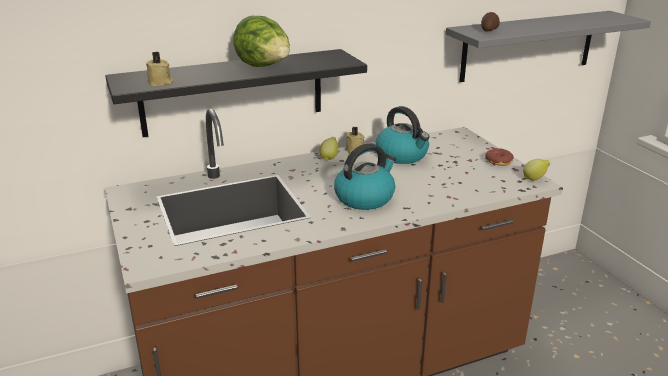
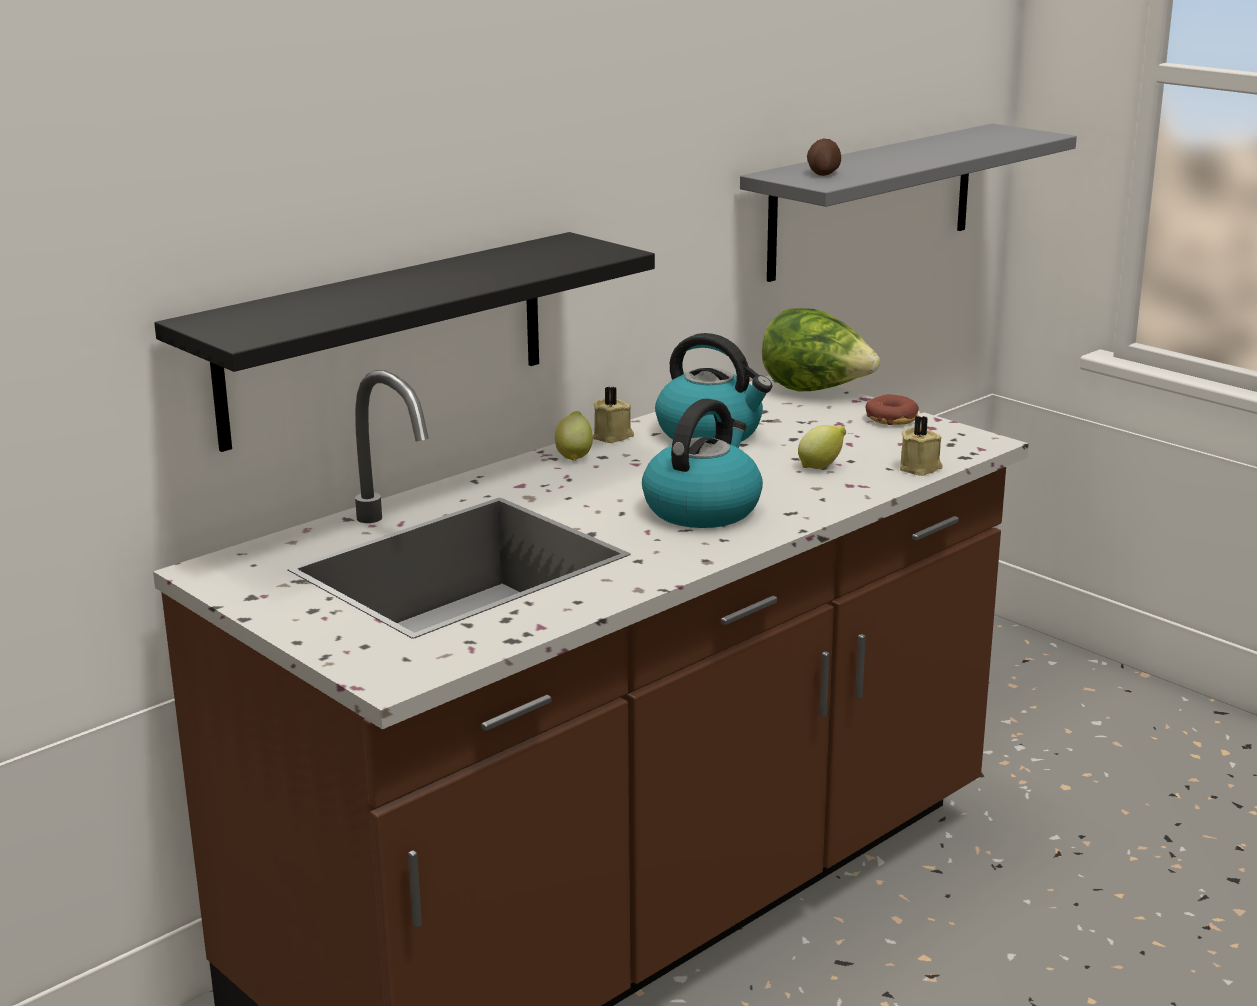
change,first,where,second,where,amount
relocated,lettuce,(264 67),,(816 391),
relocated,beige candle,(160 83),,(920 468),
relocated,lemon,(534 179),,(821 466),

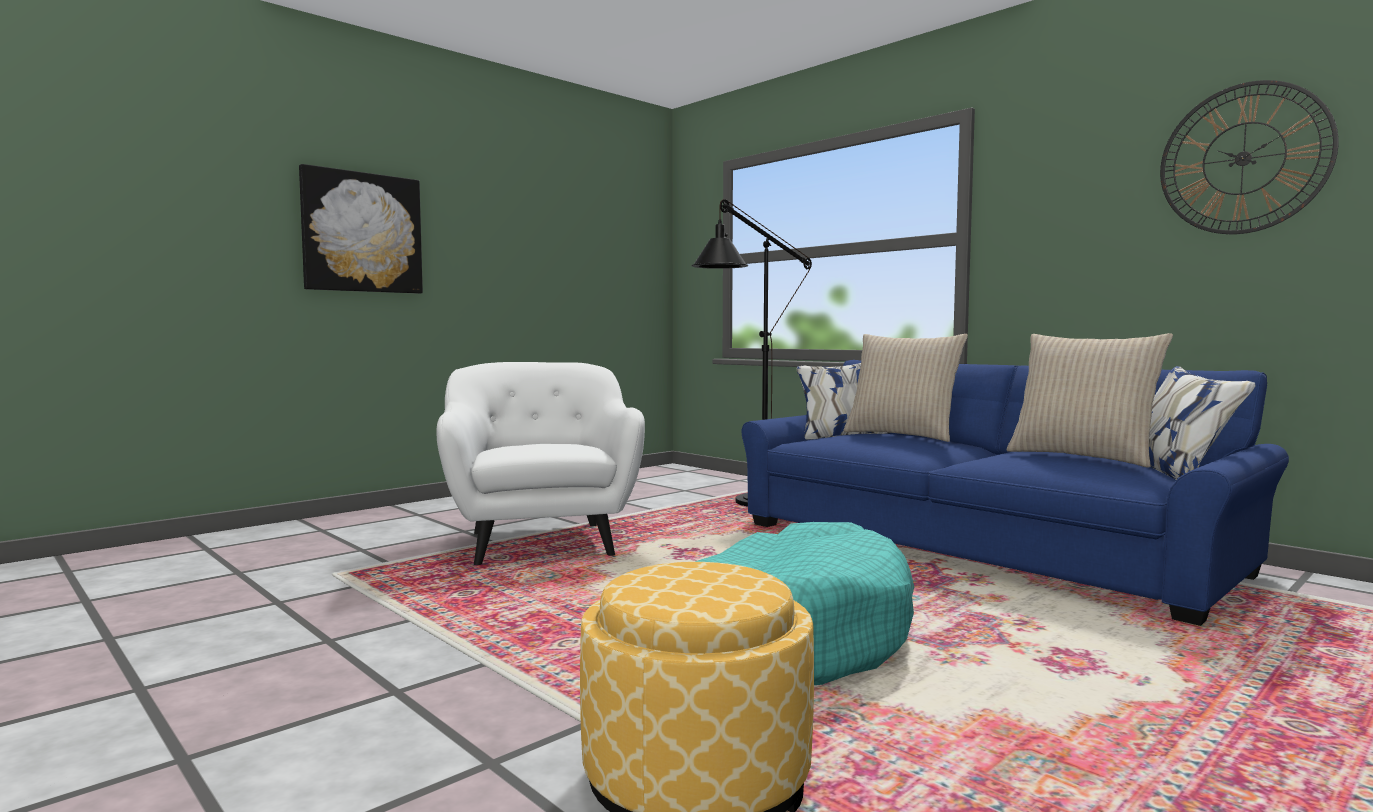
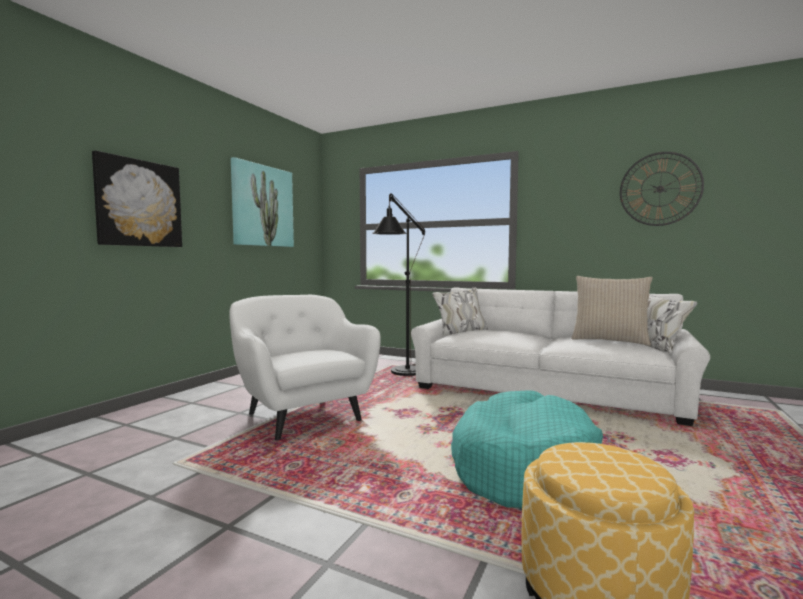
change,first,where,second,where,amount
missing,beige pillow,(902 435),,,
colour,blue sofa,(977 548),white sofa,(546 391),
appeared,,,picture,(262 206),

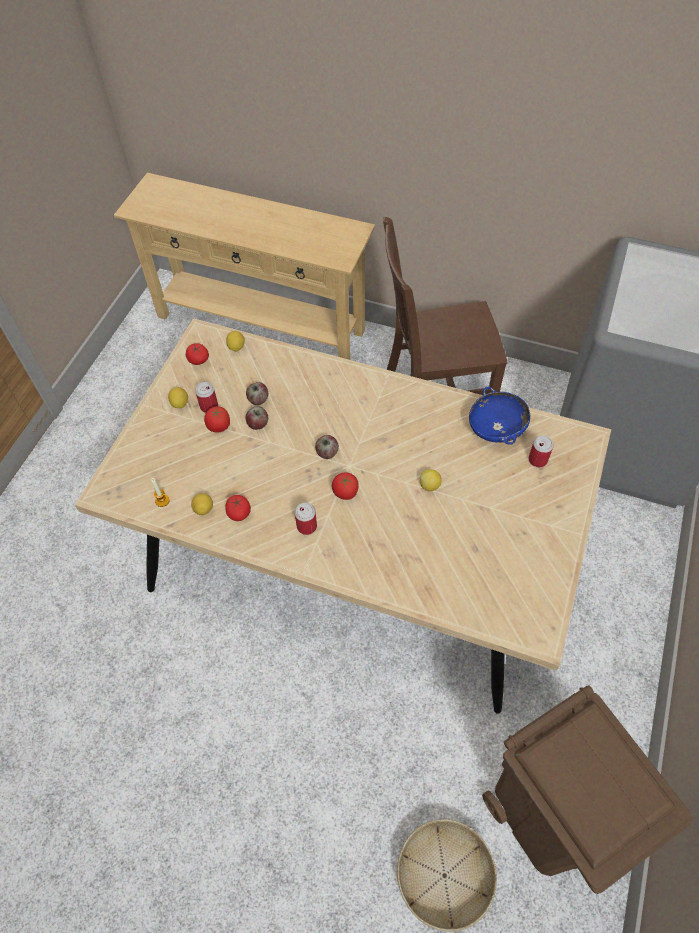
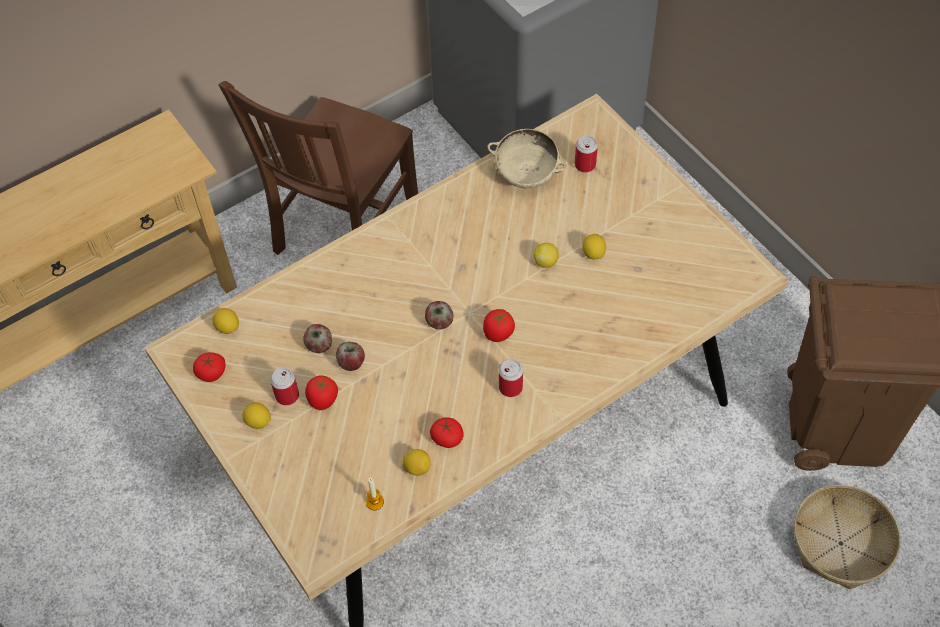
change,first,where,second,where,amount
colour,blue bowl,(496 429),beige bowl,(526 173),
appeared,,,lemon,(593 253),

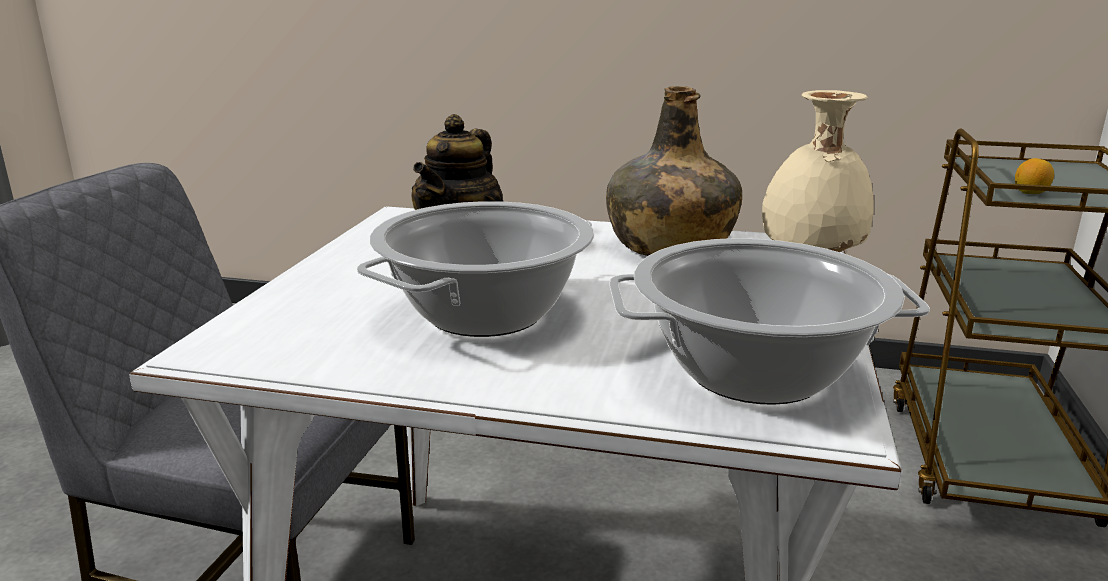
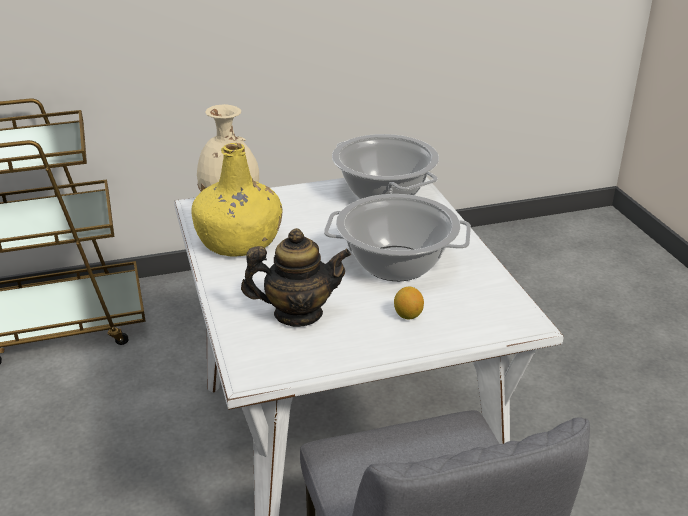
change,first,where,second,where,amount
colour,green bottle,(669 246),yellow bottle,(239 241),
relocated,lemon,(1030 193),,(407 315),

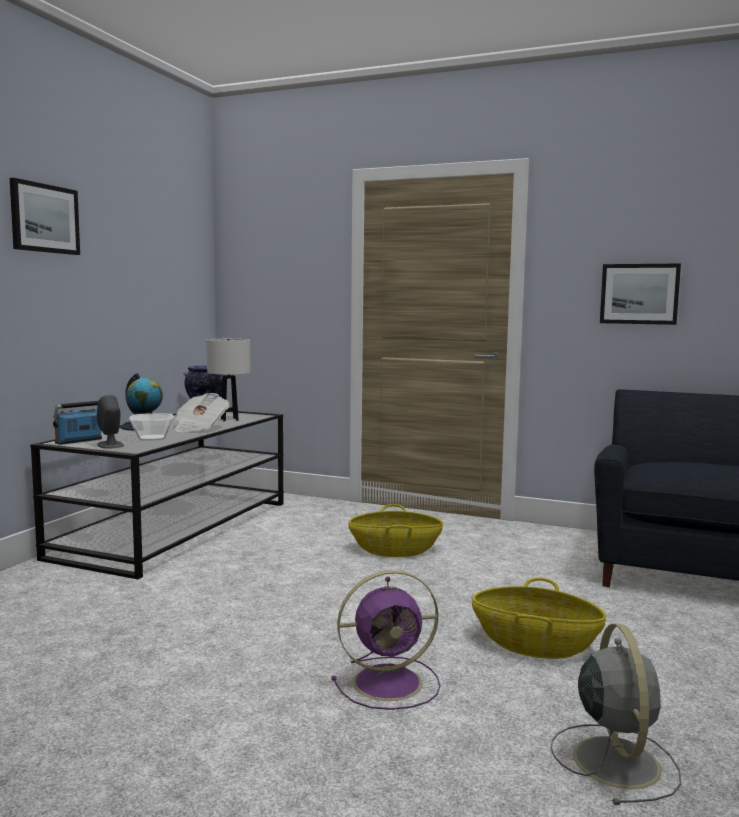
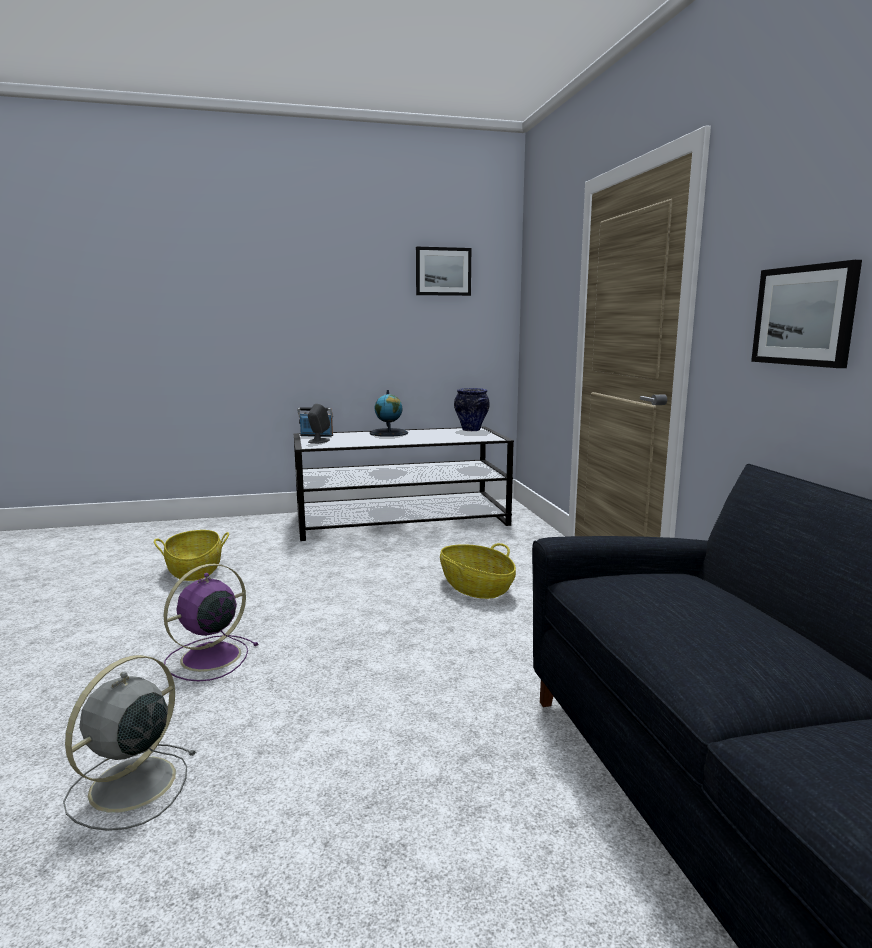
change,first,where,second,where,amount
relocated,picture,(44 218),,(443 271),
missing,white table lamp,(229 419),,,
missing,newspaper,(199 428),,,
missing,bowl,(151 438),,,
spun,purple fan,(390 682),,(208 658),90 degrees clockwise
relocated,basket,(535 644),,(195 570),
spun,grey fan,(614 759),,(129 786),150 degrees clockwise

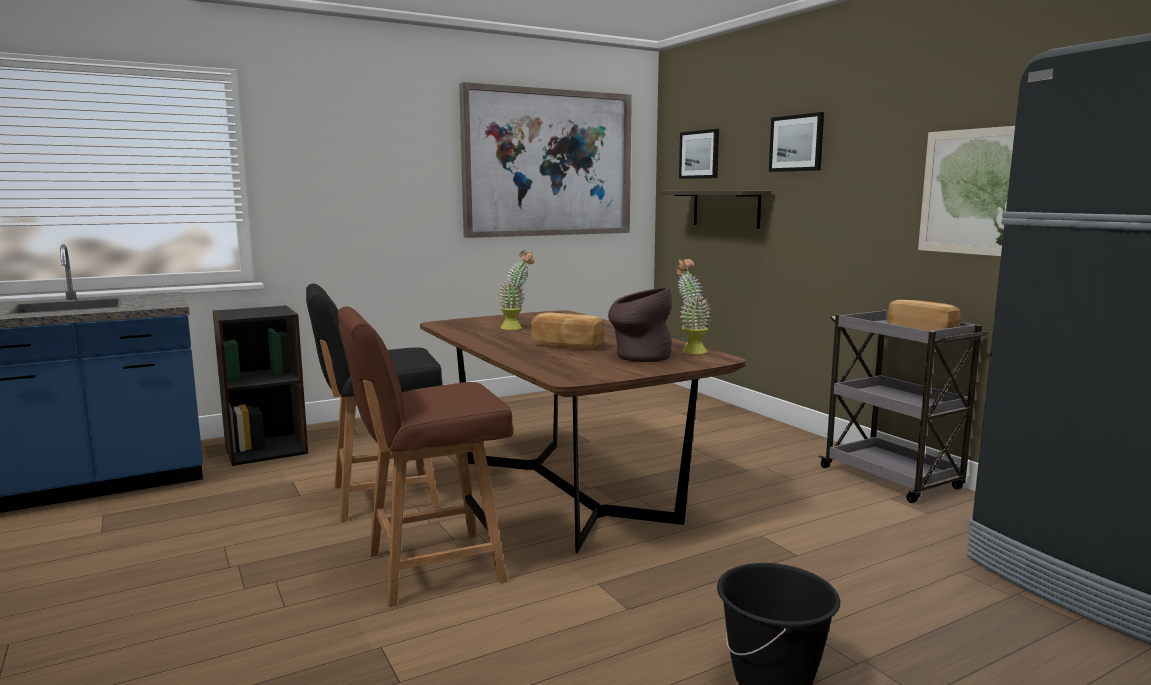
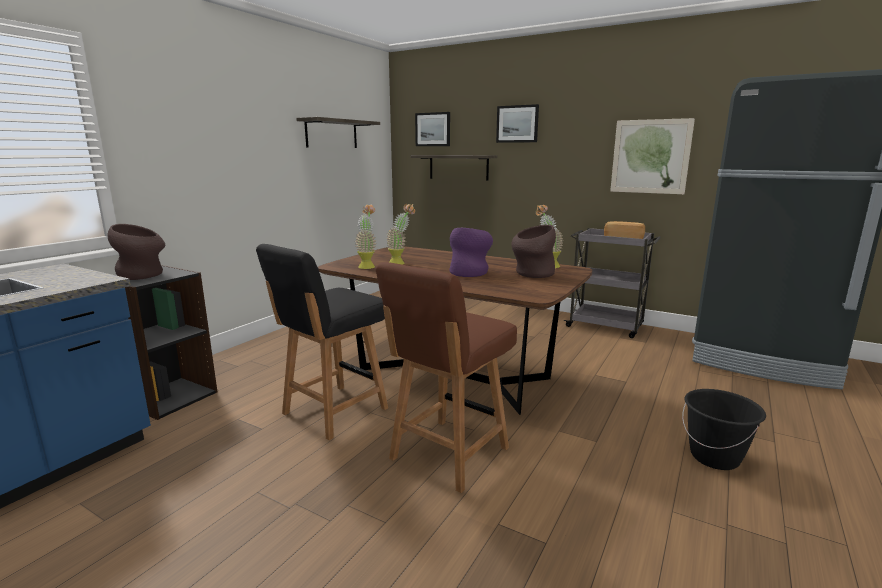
change,first,where,second,where,amount
exchanged,picture,(548 163),shelf,(331 134),
exchanged,bread,(566 346),purple vase,(469 272),
appeared,,,potted plant,(367 266),
appeared,,,brown vase,(143 276),

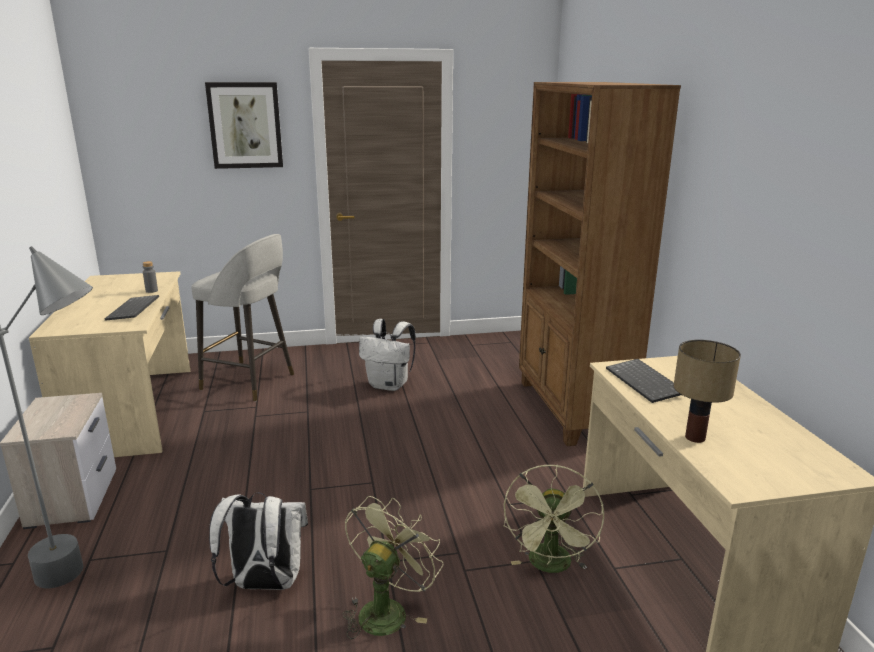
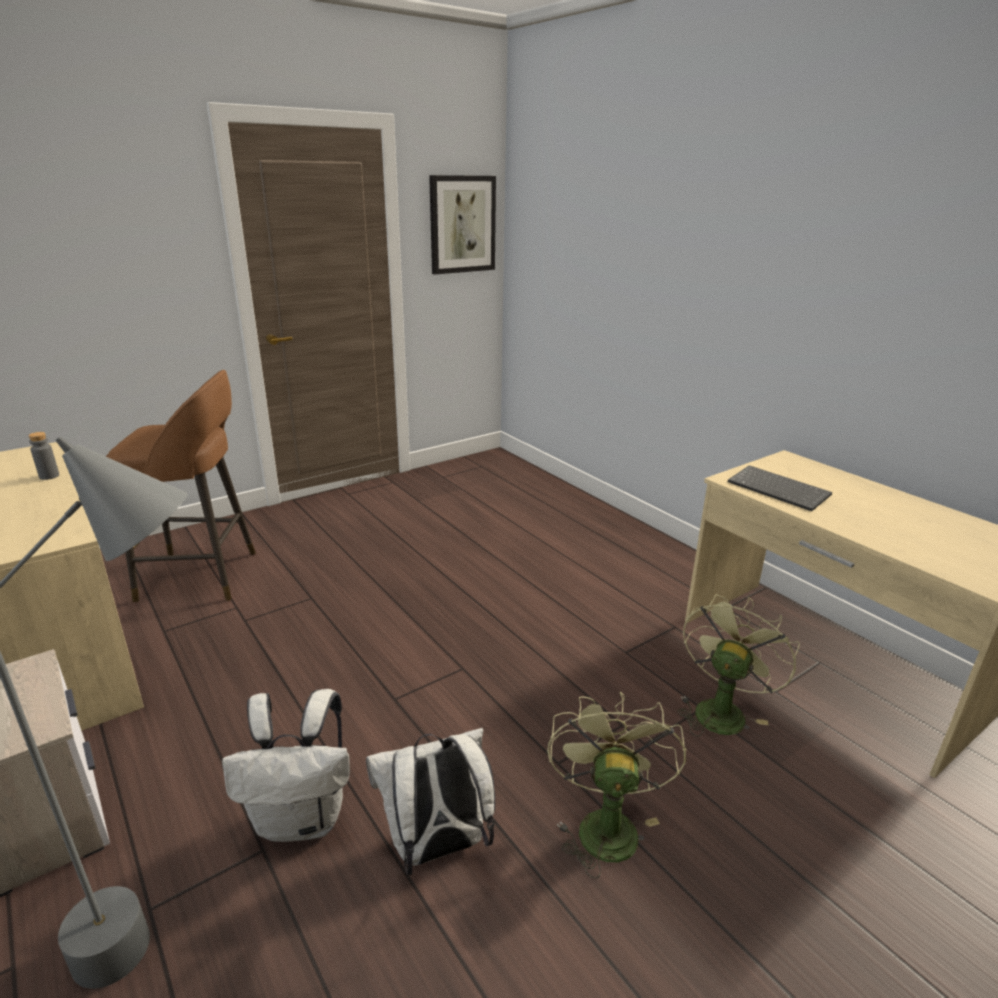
change,first,where,second,where,amount
relocated,picture,(245 125),,(462 224),
missing,brown bookcase,(572 409),,,
colour,grey stool,(250 382),brown stool,(202 576),
missing,keyboard,(134 309),,,
relocated,white backpack,(389 385),,(303 818),
missing,table lamp,(694 438),,,
spun,green fan,(551 566),,(721 709),135 degrees counterclockwise

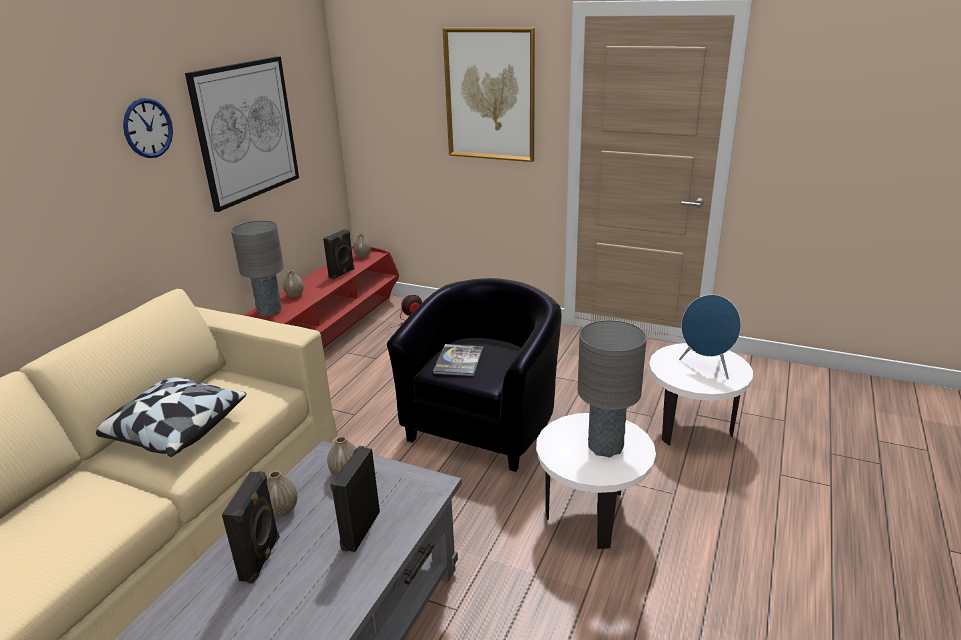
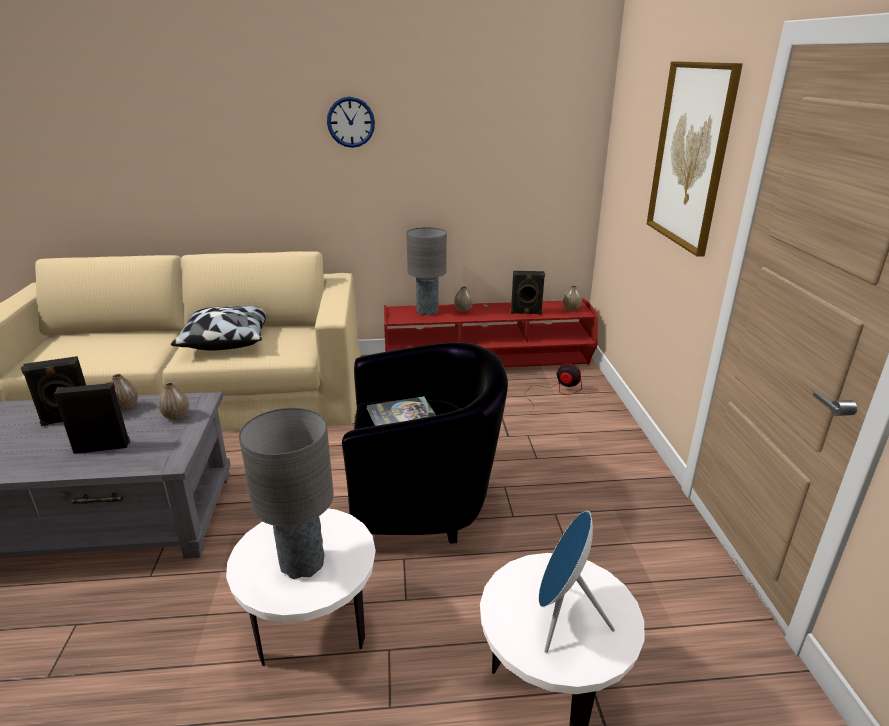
change,first,where,second,where,amount
missing,picture,(246 131),,,

